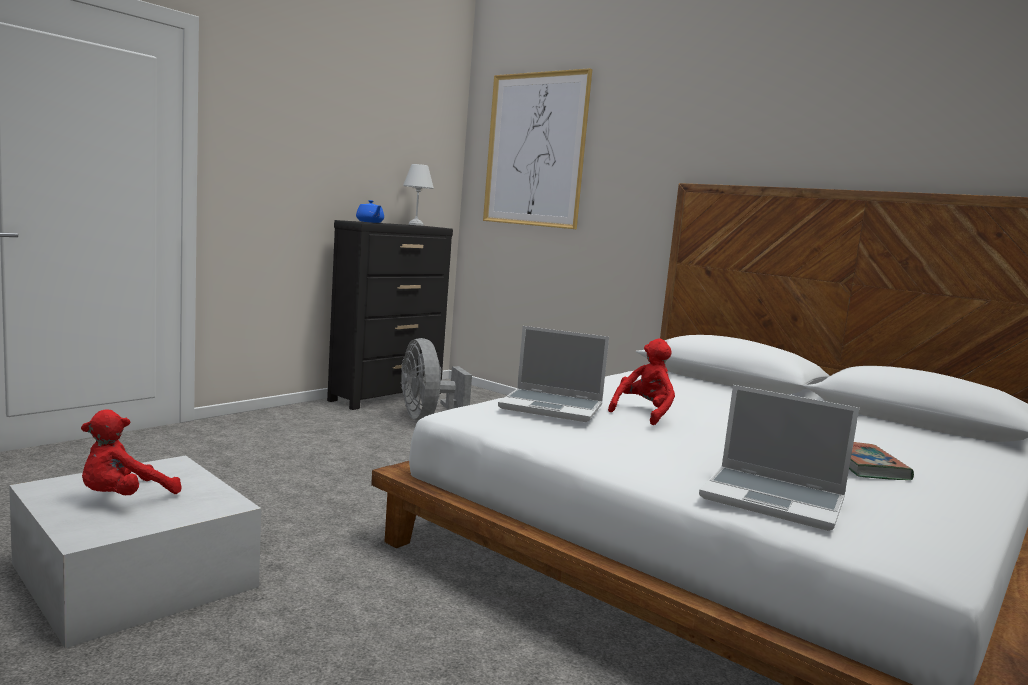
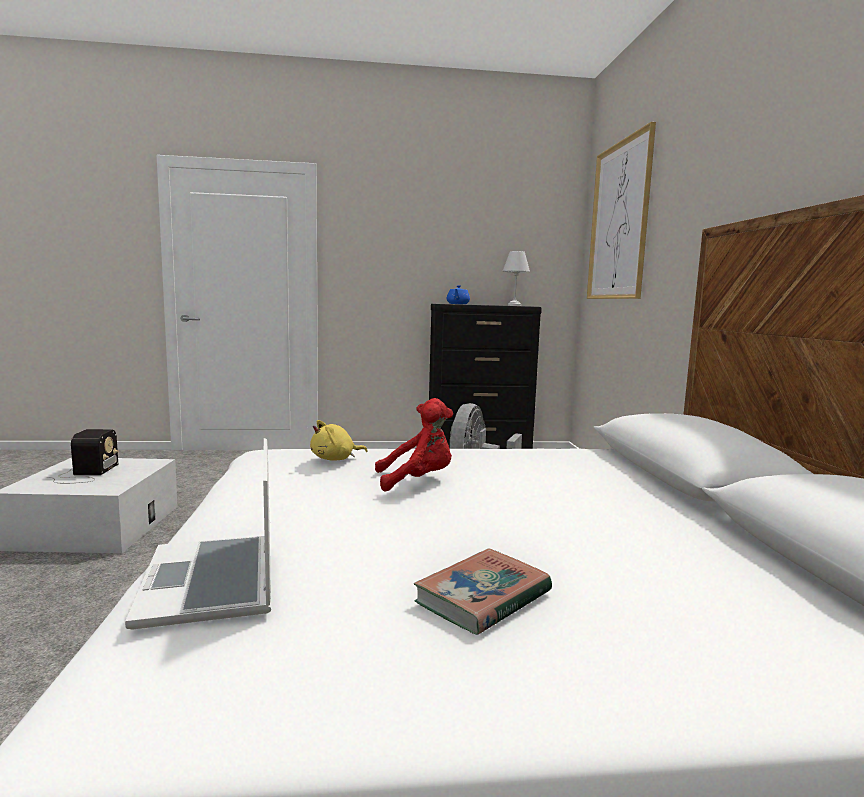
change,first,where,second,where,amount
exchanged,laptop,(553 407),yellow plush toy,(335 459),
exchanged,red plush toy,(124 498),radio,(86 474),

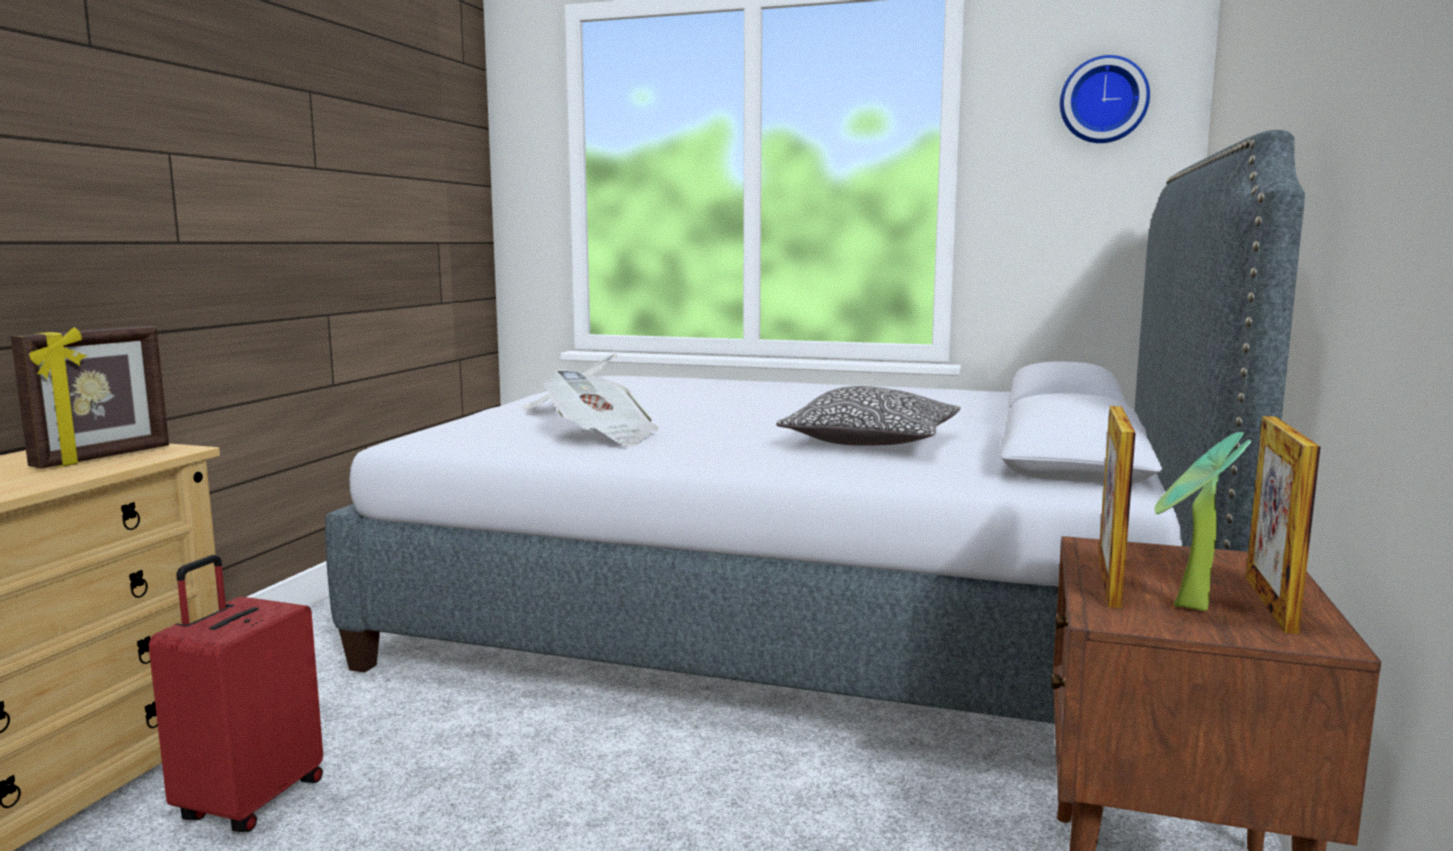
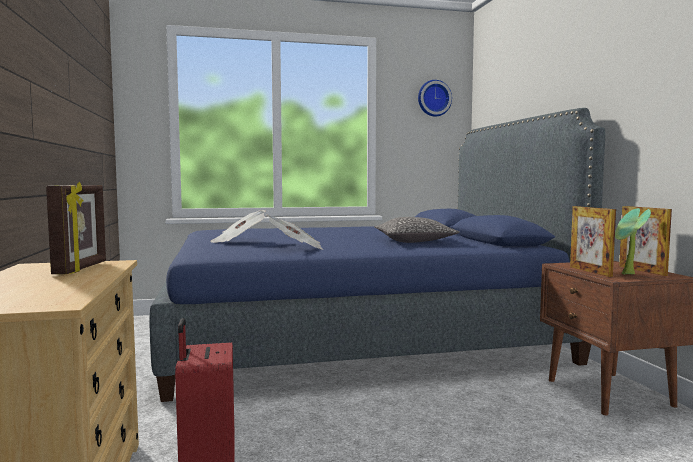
change,first,where,second,where,amount
colour,grey bed,(804 614),blue bed,(357 336),

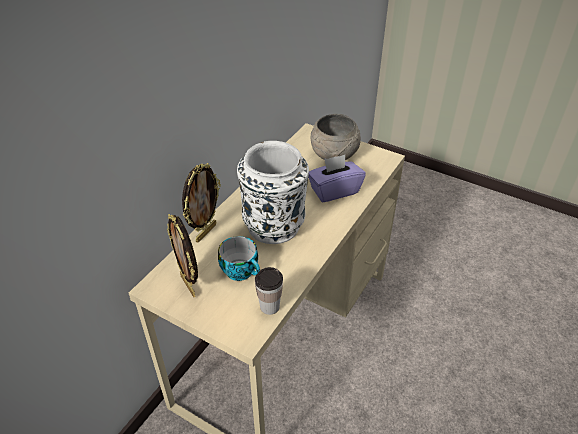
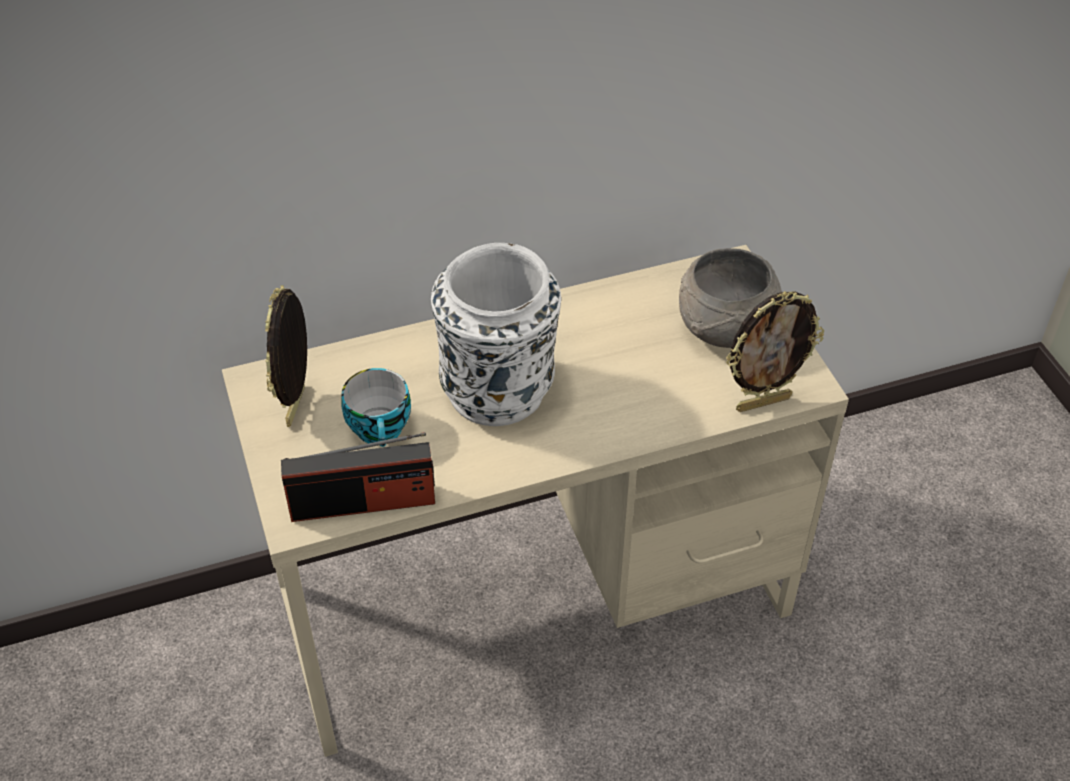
change,first,where,second,where,amount
missing,purple tissue box,(334 191),,,
relocated,picture frame,(205 232),,(763 402),
exchanged,cup,(269 306),radio,(363 502),

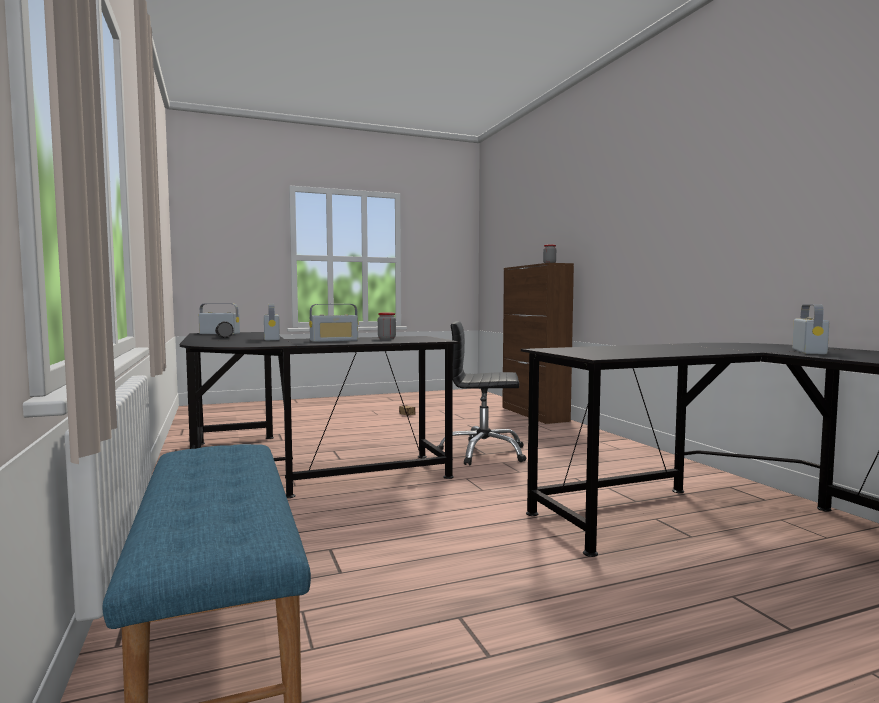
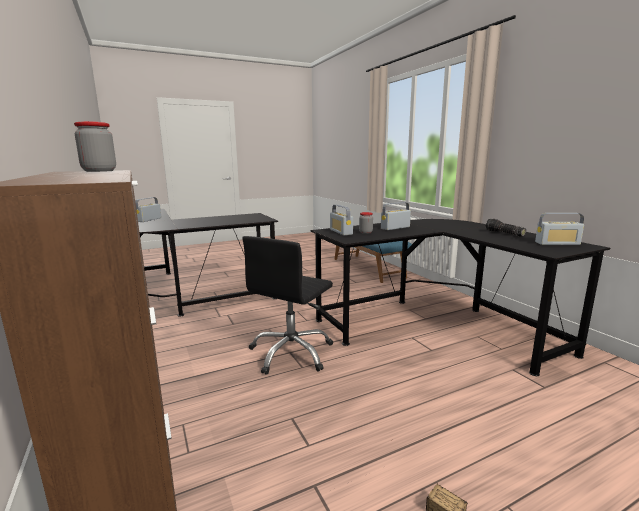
change,first,where,second,where,amount
relocated,radio,(271 339),,(341 232),
spun,black office chair,(483 453),,(291 353),120 degrees clockwise

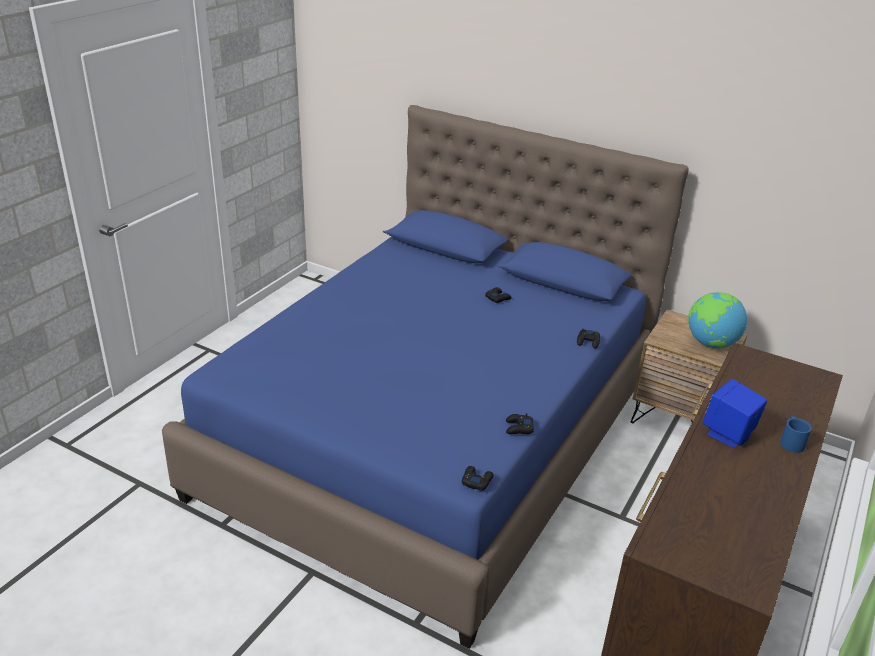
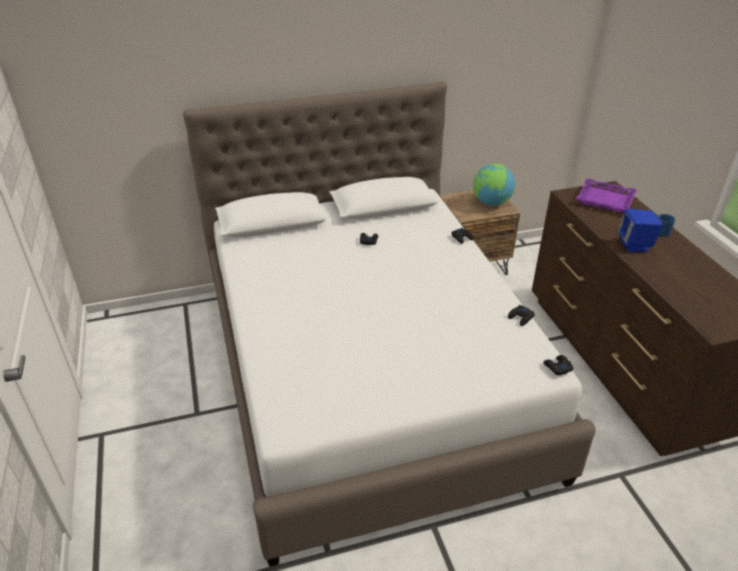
change,first,where,second,where,amount
colour,blue bed,(433 437),white bed,(369 374),
appeared,,,purple tray,(605 199),

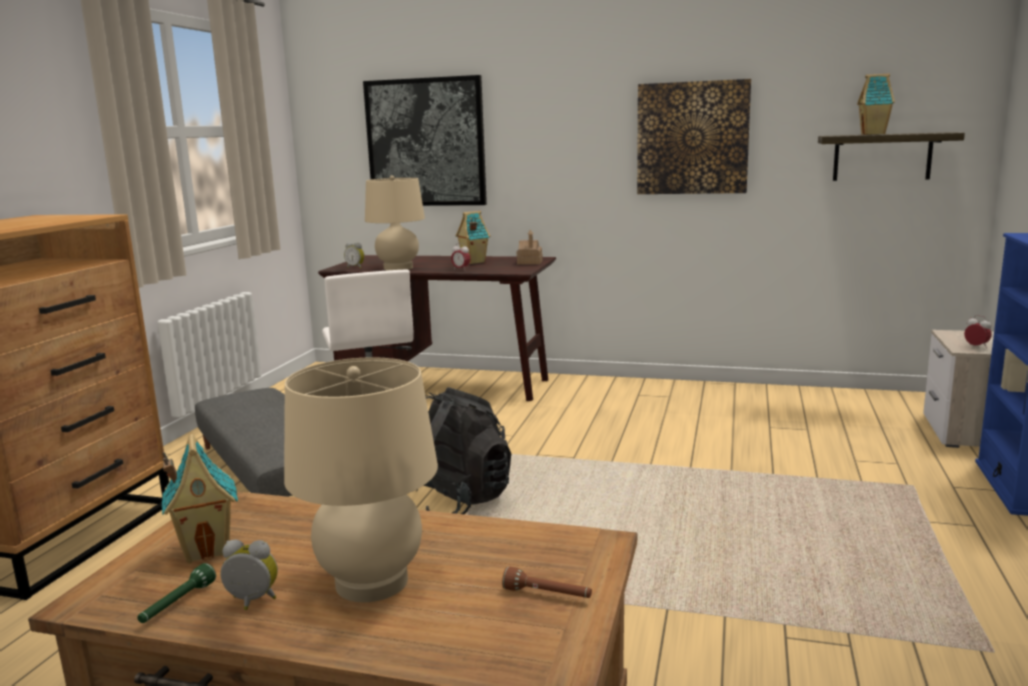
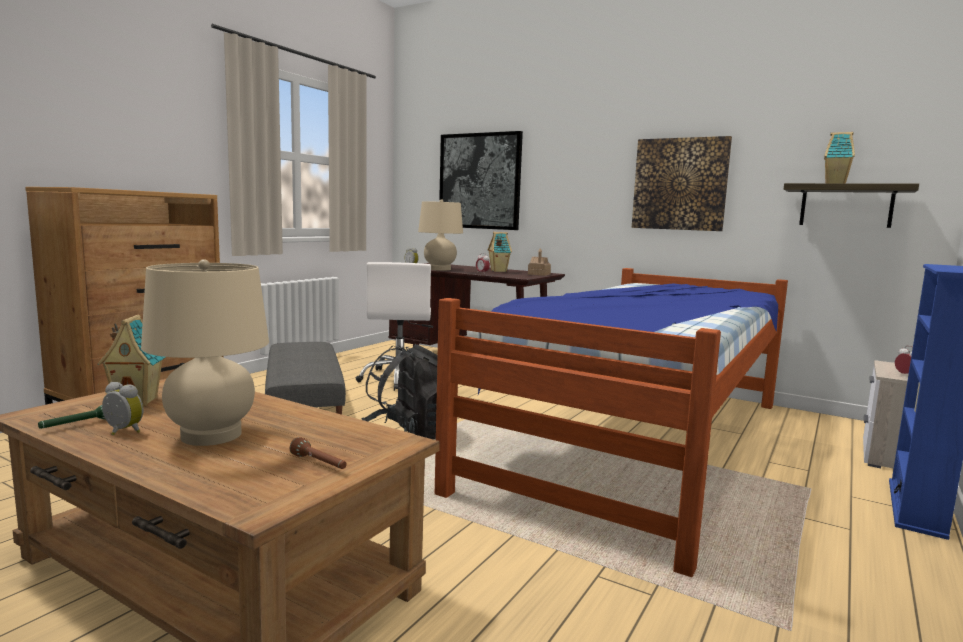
change,first,where,second,where,amount
appeared,,,bed,(637 441),

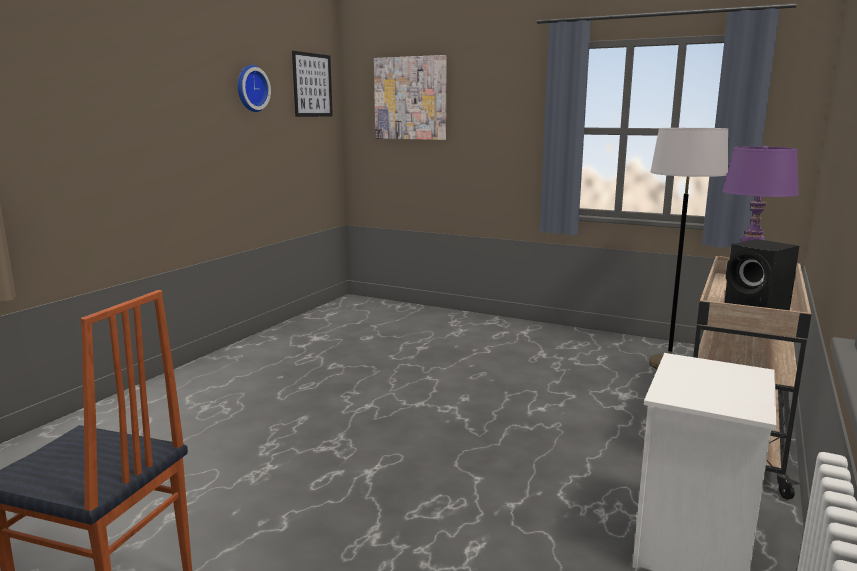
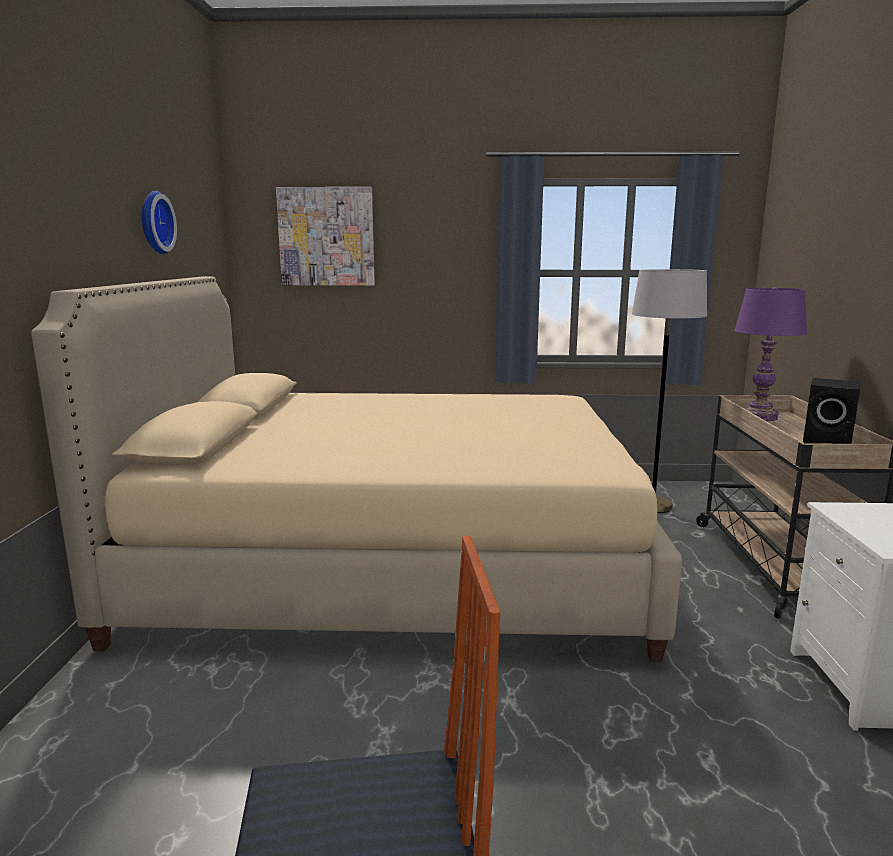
change,first,where,second,where,amount
missing,picture,(312 85),,,
appeared,,,beige bed,(394 564),

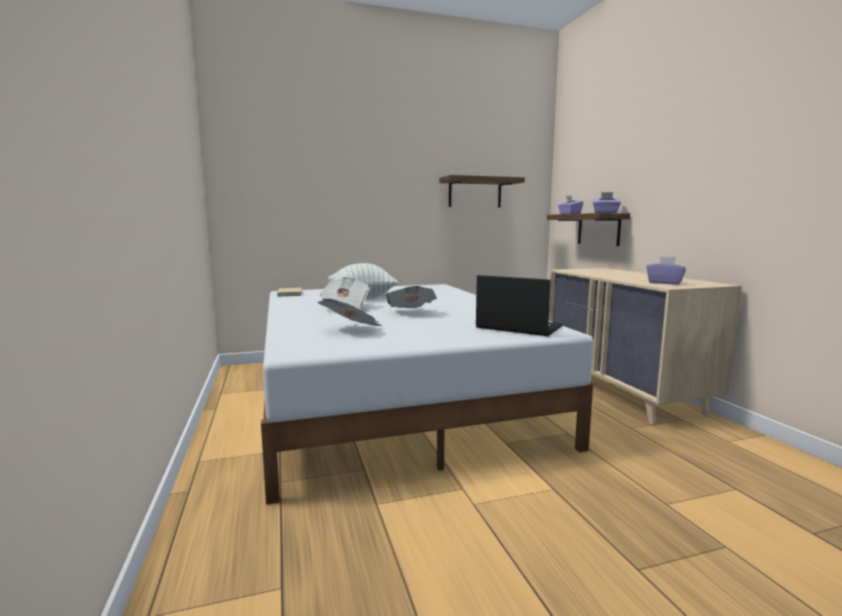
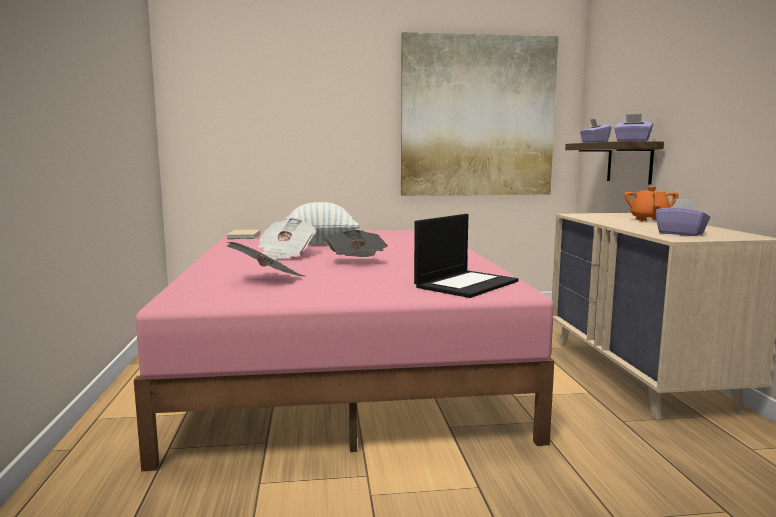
change,first,where,second,where,amount
exchanged,shelf,(475 193),picture,(477 117),
spun,laptop,(517 327),,(466 284),90 degrees clockwise
colour,white bed,(392 396),pink bed,(343 361),
appeared,,,orange teapot,(649 220),

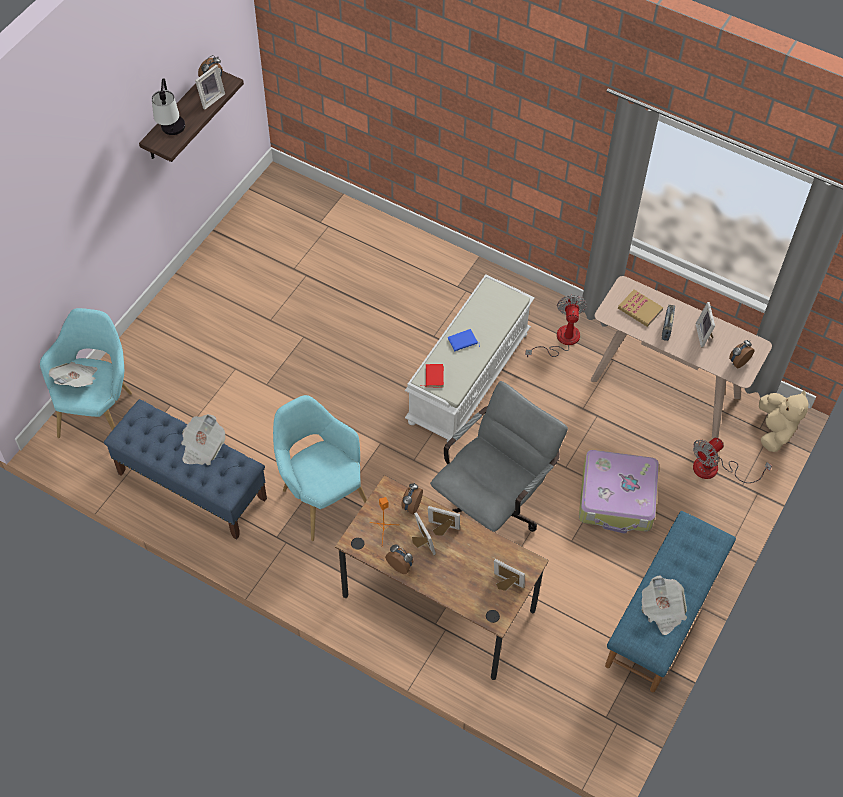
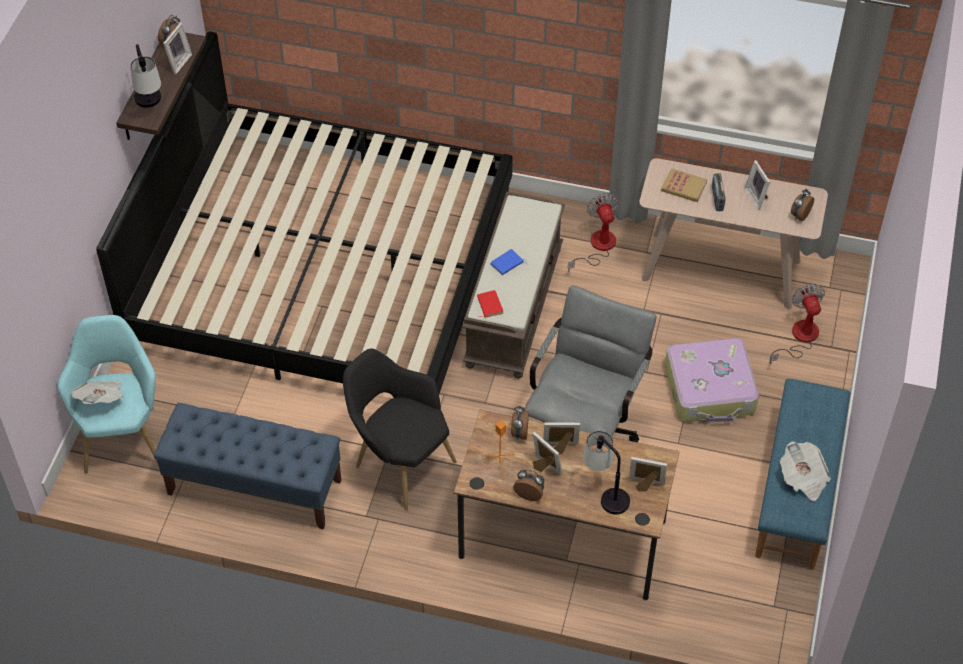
change,first,where,second,where,amount
colour,white bench,(468 376),brown bench,(513 306),
missing,beige plush toy,(775 430),,,
colour,turquoise armchair,(321 495),black armchair,(399 462),
missing,newspaper,(202 447),,,
spun,fan,(715 470),,(799 338),135 degrees clockwise
appeared,,,bed,(323 269),
appeared,,,table lamp,(605 493),

